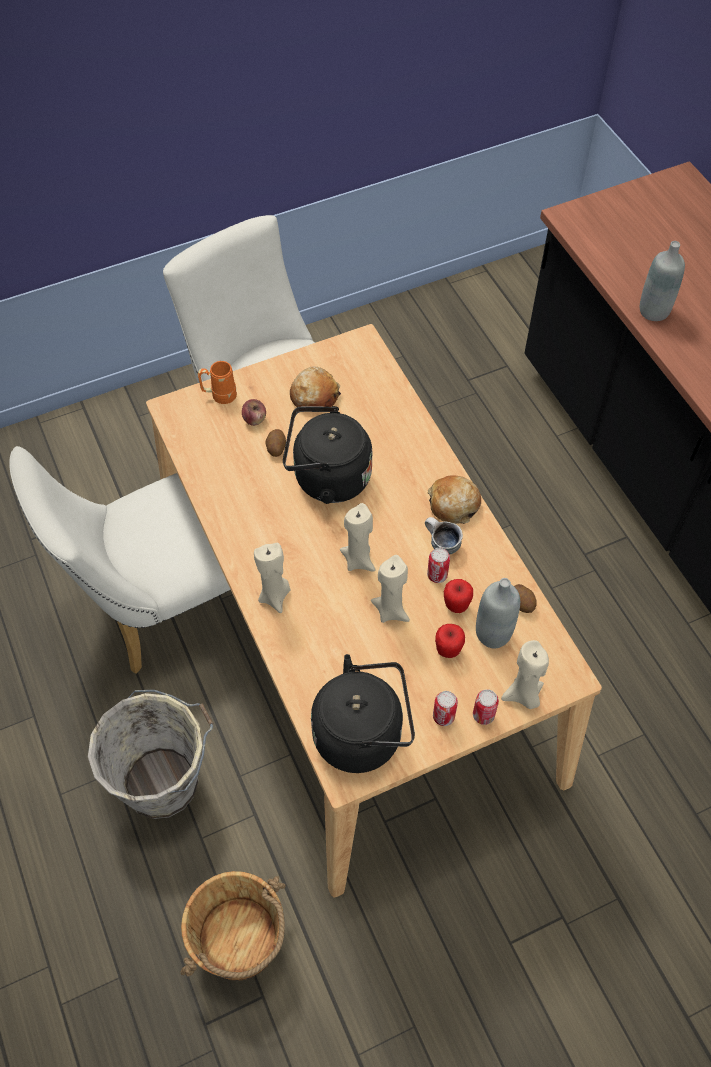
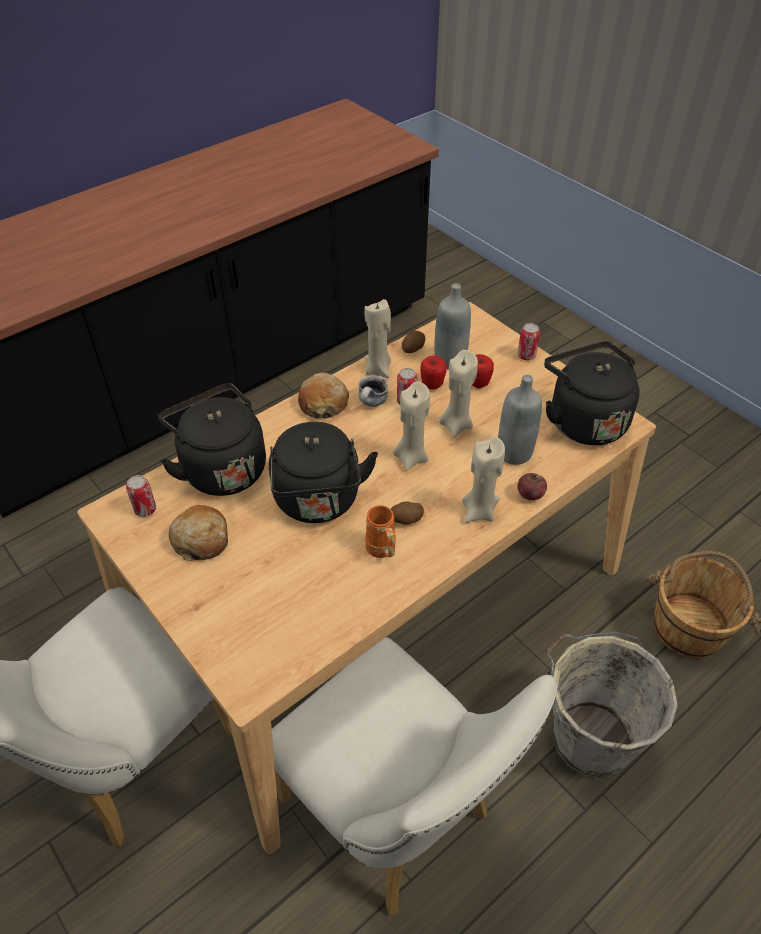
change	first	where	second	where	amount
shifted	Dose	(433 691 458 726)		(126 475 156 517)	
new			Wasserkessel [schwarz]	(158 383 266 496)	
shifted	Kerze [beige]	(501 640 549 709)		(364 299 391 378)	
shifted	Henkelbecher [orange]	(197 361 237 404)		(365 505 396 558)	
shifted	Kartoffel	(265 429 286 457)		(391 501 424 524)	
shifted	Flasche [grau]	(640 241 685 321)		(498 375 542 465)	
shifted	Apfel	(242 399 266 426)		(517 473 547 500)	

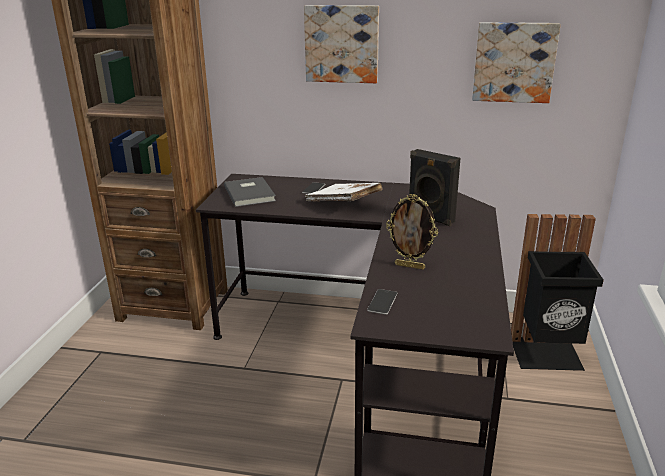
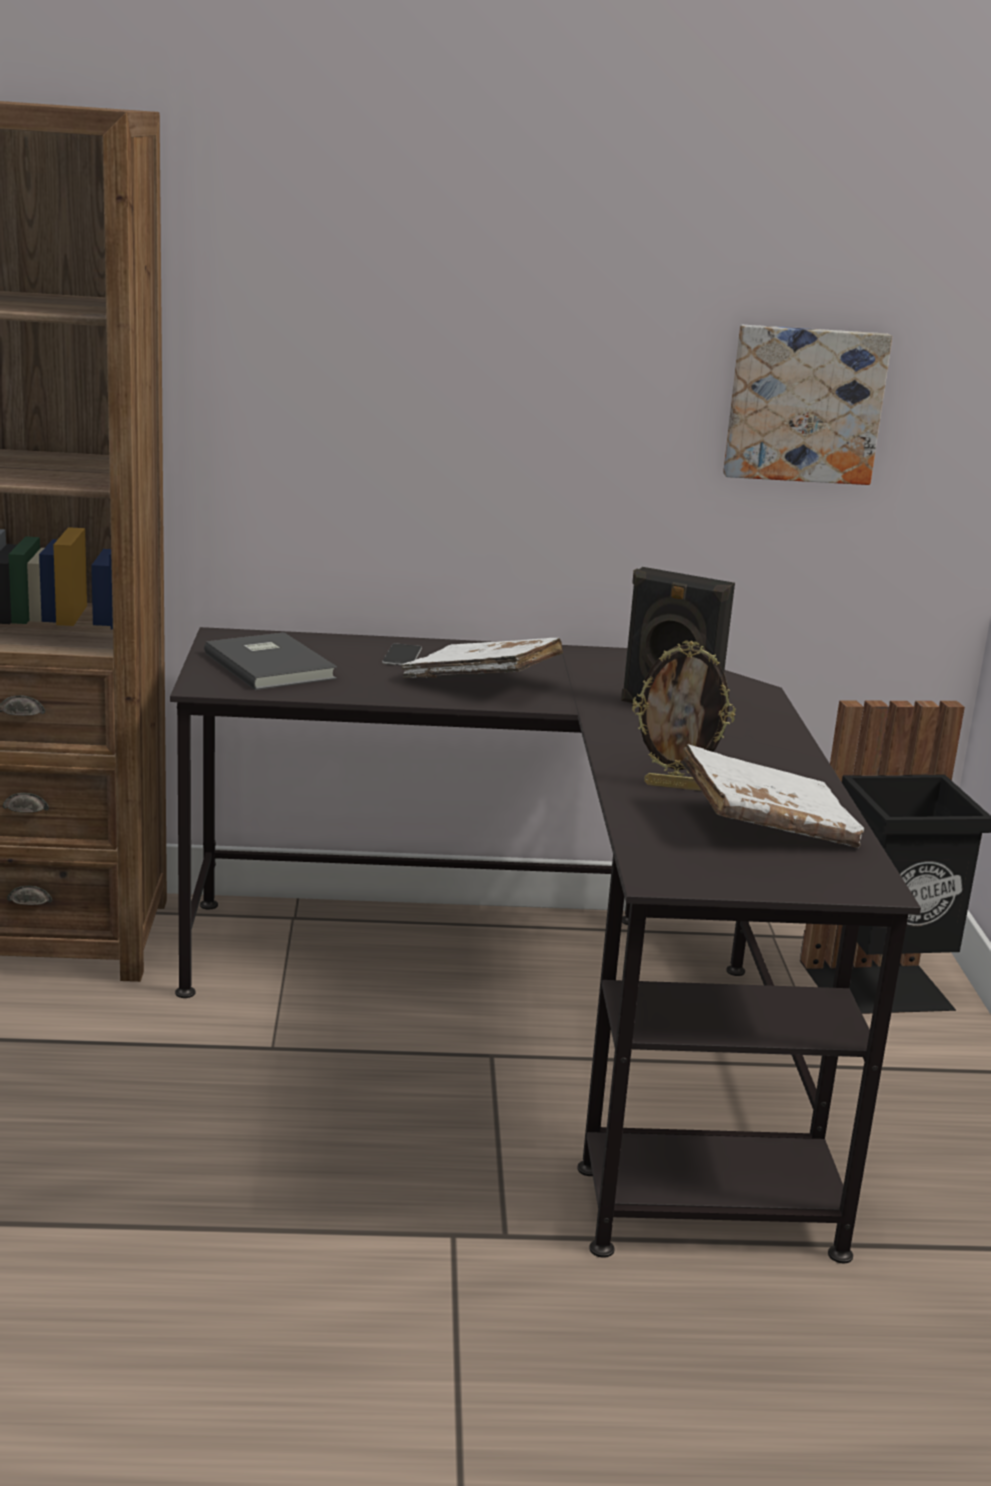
change	first	where	second	where	amount
new			Buch [weiß]	(681 744 864 848)	
gone	Bild	(304 5 379 83)			
gone	Handy	(367 289 397 315)			

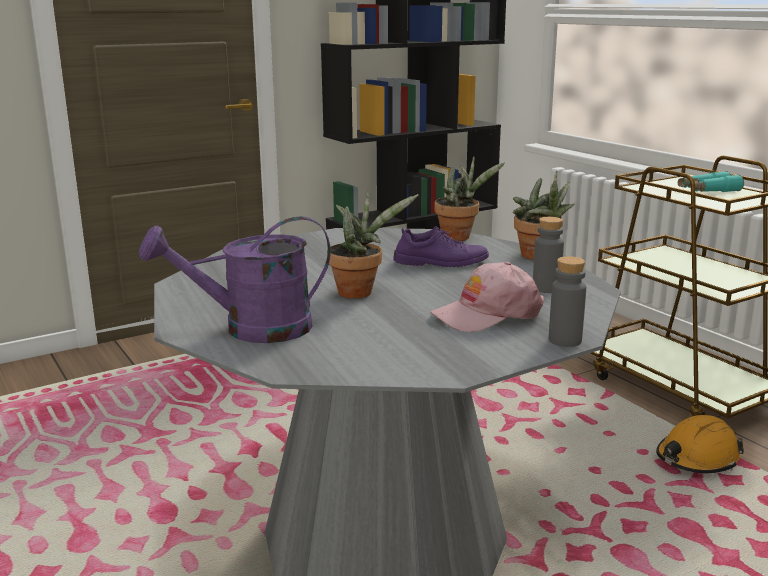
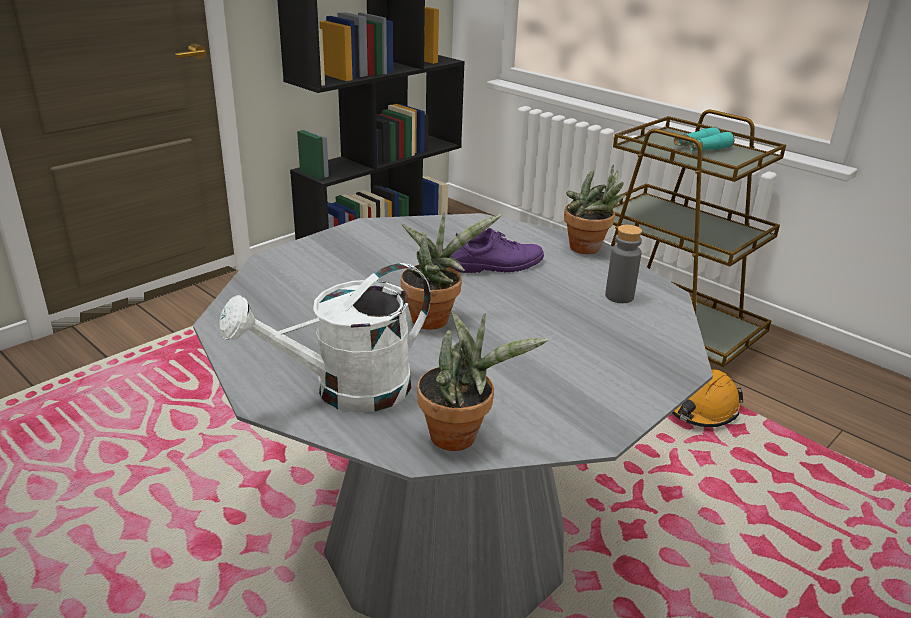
change	first	where	second	where	amount
repainted	Gießkanne [lila]	(139 216 331 343)	Gießkanne [weiß]	(219 263 431 413)	
shifted	Topfpflanze	(435 156 505 241)		(417 312 548 451)	
gone	Kappe [rosa]	(430 262 544 332)			
gone	Flasche [grau]	(549 256 586 347)			

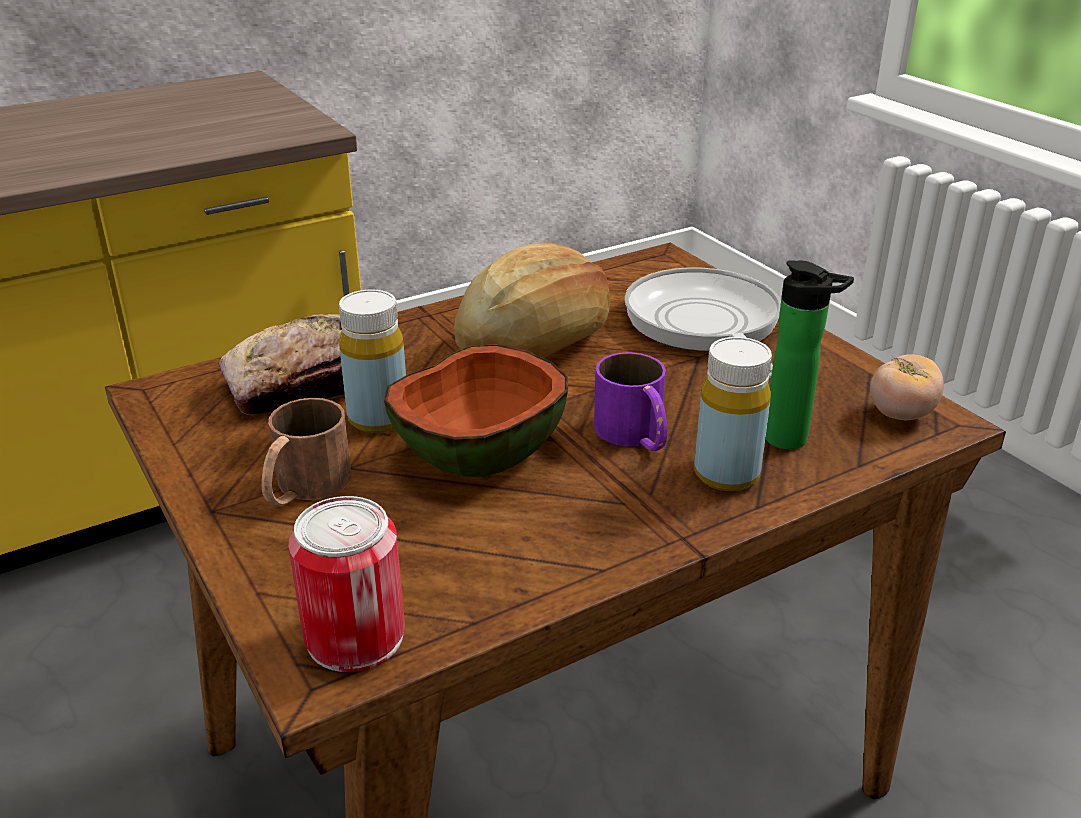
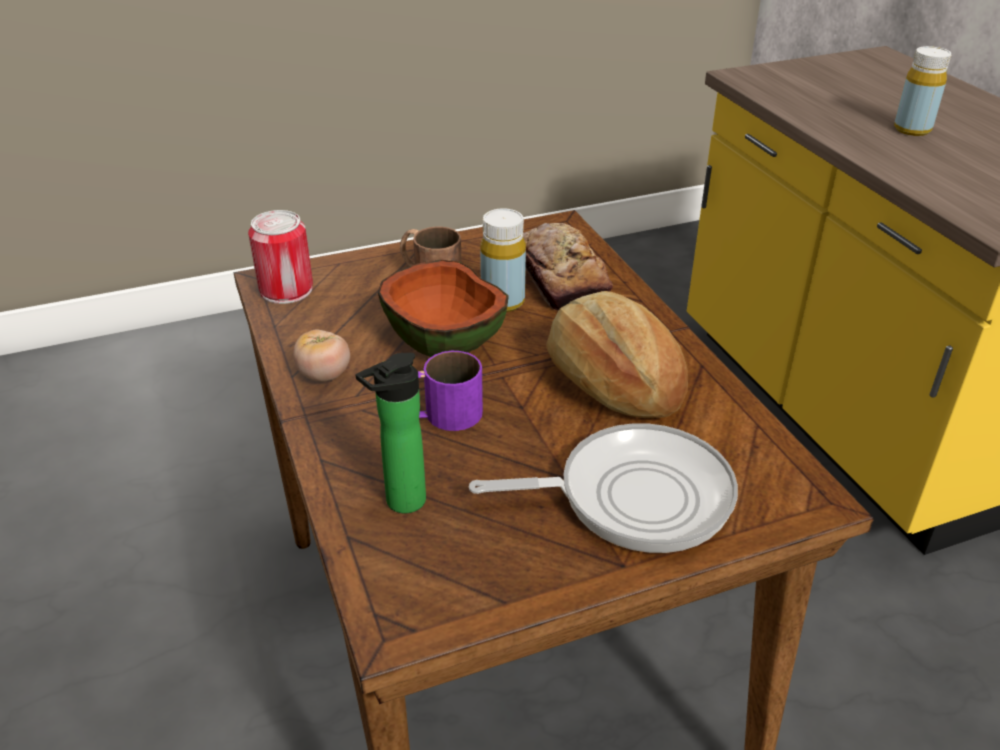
change	first	where	second	where	amount
shifted	Tomate	(870 354 944 420)		(293 329 350 381)	
shifted	Flasche [gelb]	(694 337 772 491)		(894 46 951 136)	

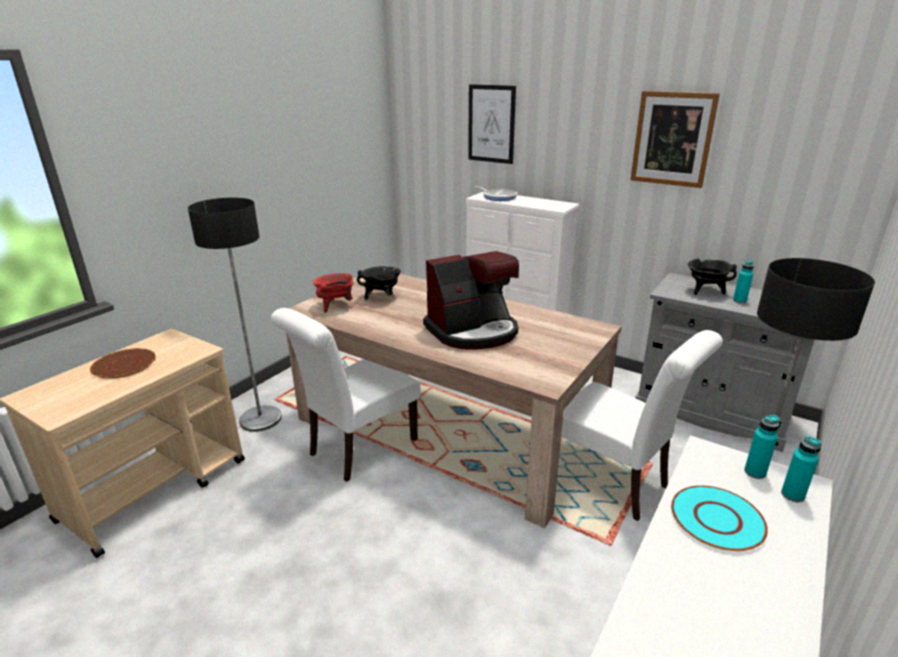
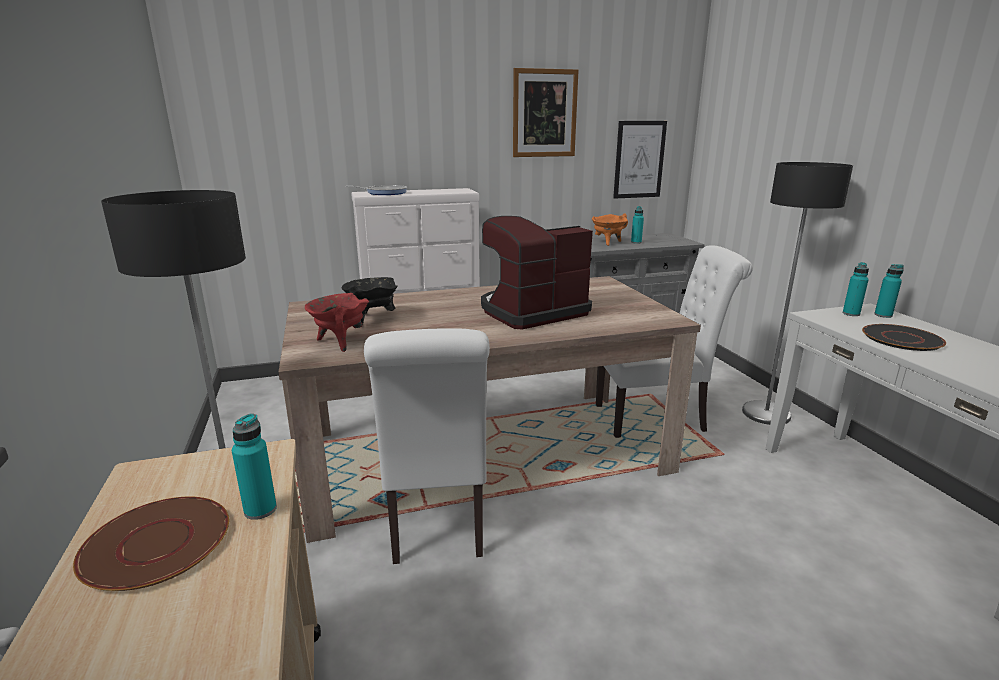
change	first	where	second	where	amount
new			Flasche [türkis]	(232 413 277 520)	
rotated	Kaffeemaschine	(423 251 519 350)		(481 216 593 330)	135 degrees counterclockwise
repainted	Kochtopf [schwarz]	(688 258 737 295)	Kochtopf [orange]	(592 213 628 246)	
shifted	Bild	(468 84 516 164)		(613 121 667 199)	
repainted	Teller [türkis]	(671 485 768 551)	Teller [schwarz]	(862 324 946 351)	

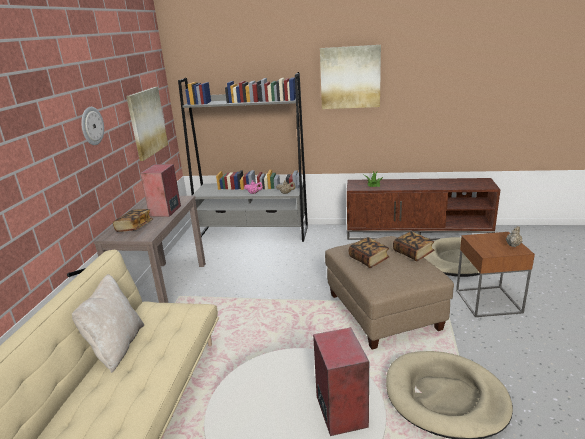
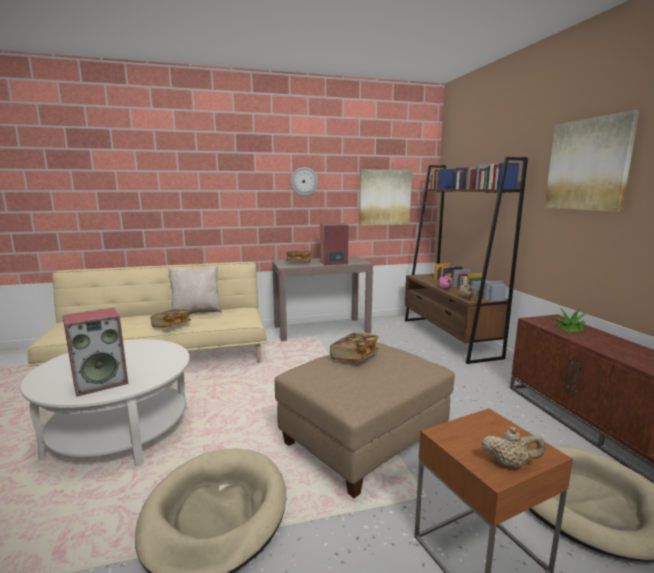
change	first	where	second	where	amount
shifted	Buch	(393 231 434 261)		(150 309 191 328)	
repainted	Bücherregal [grau]	(178 72 308 242)	Bücherregal [braun]	(405 157 528 364)	

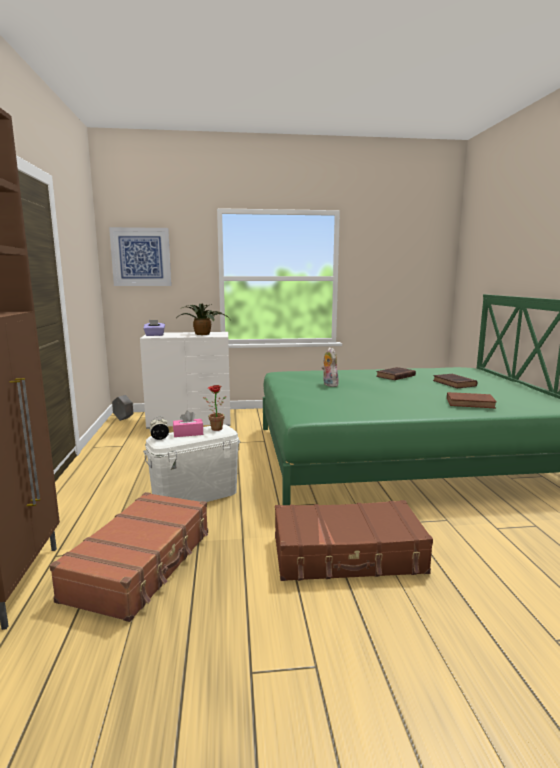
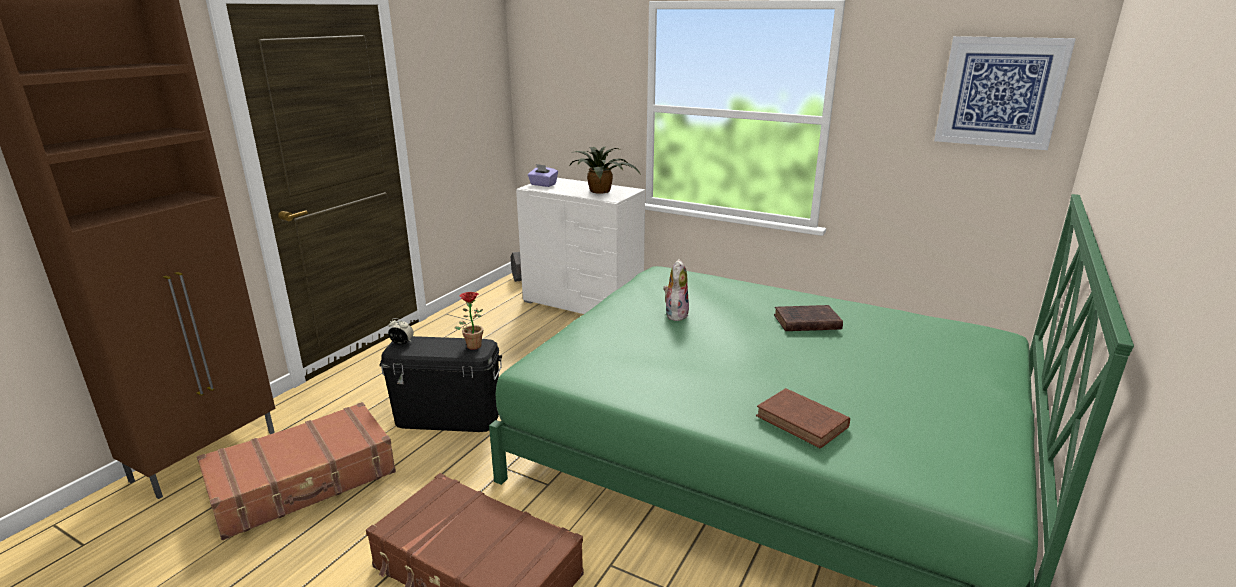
change	first	where	second	where	amount
repainted	Aufbewahrungsbox [weiß]	(143 424 240 502)	Aufbewahrungsbox [schwarz]	(379 336 502 432)	
shifted	Bild	(109 227 171 286)		(934 36 1076 150)	
gone	Taschentuchbox [rosa]	(173 410 203 437)			
gone	Buch [braun]	(433 374 477 388)			

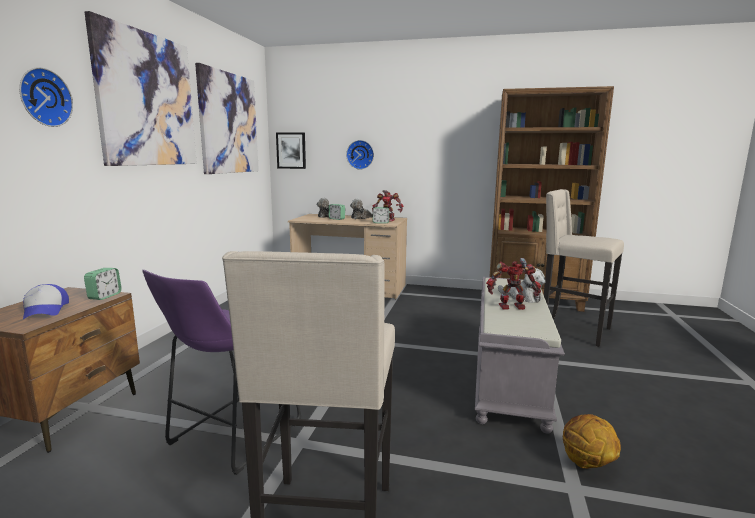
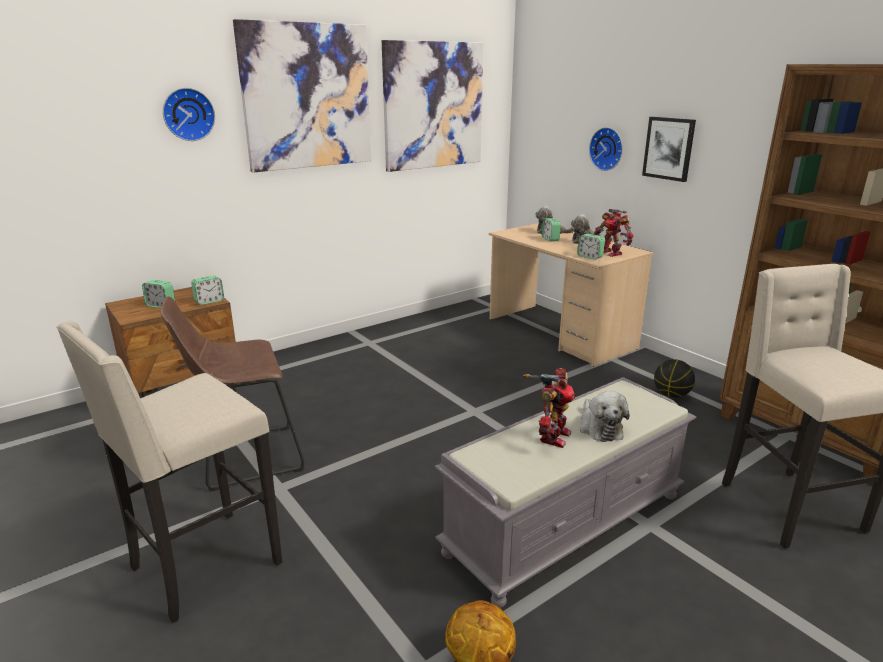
change	first	where	second	where	amount
swapped	Kappe	(23 284 69 319)	Wecker	(142 280 175 308)	
repainted	Hocker [lila]	(142 270 301 475)	Hocker [braun]	(160 296 304 492)	
rotated	Spielzeugroboter	(486 258 541 310)		(523 368 575 448)	75 degrees clockwise
shifted	Bild	(276 132 306 169)		(642 117 696 182)	
new			Basketball	(654 359 695 398)	

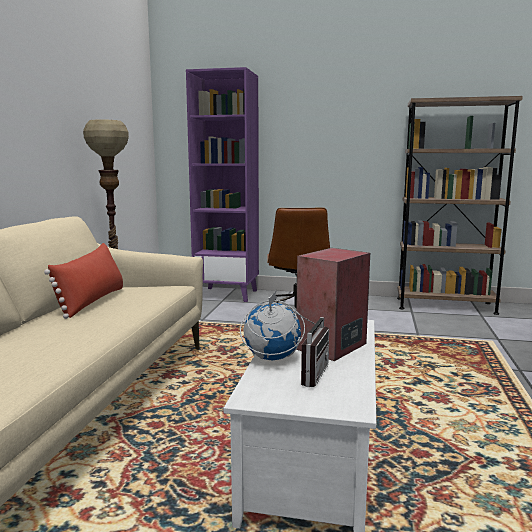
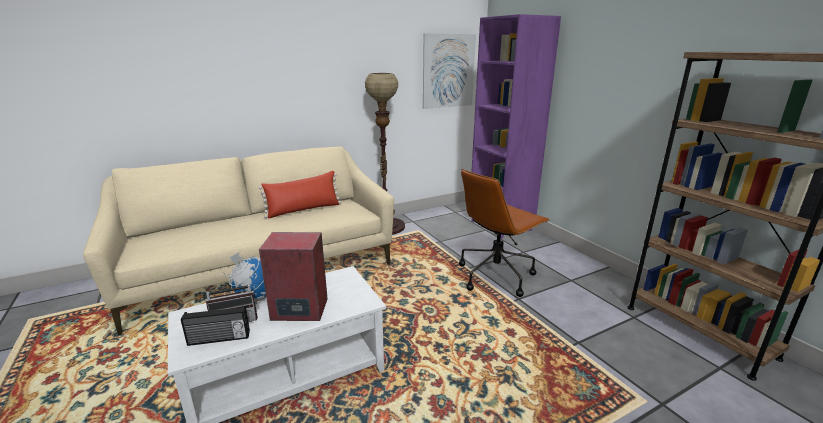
change	first	where	second	where	amount
new			Radio	(181 306 250 346)	
new			Bild	(423 33 476 109)	

